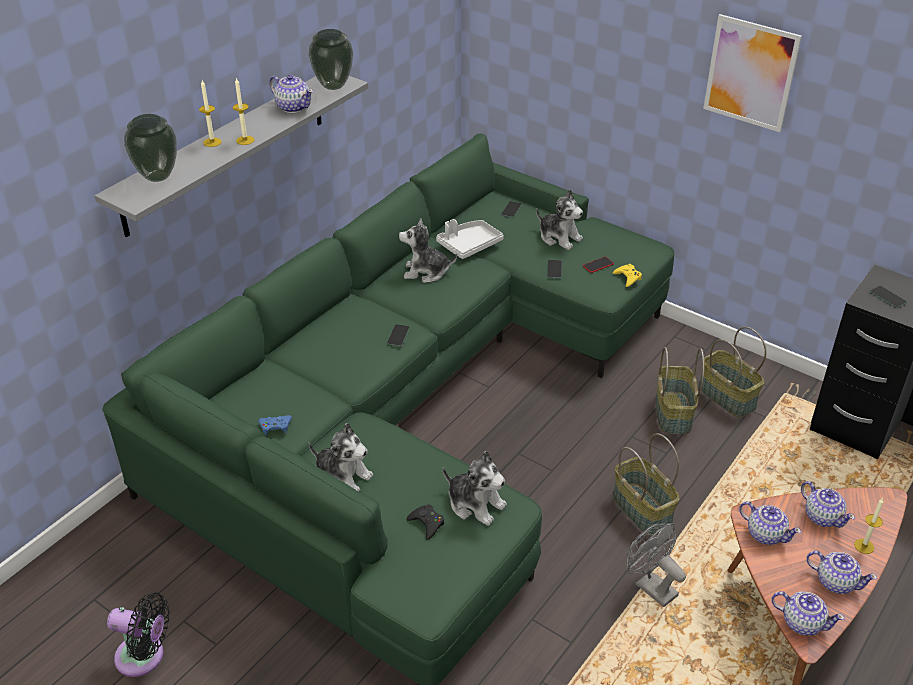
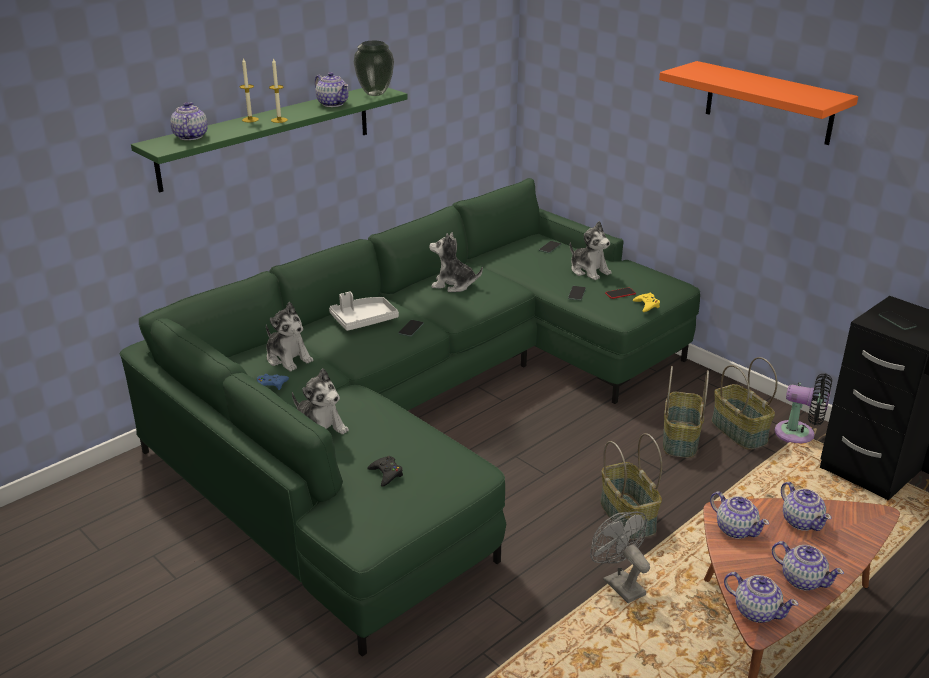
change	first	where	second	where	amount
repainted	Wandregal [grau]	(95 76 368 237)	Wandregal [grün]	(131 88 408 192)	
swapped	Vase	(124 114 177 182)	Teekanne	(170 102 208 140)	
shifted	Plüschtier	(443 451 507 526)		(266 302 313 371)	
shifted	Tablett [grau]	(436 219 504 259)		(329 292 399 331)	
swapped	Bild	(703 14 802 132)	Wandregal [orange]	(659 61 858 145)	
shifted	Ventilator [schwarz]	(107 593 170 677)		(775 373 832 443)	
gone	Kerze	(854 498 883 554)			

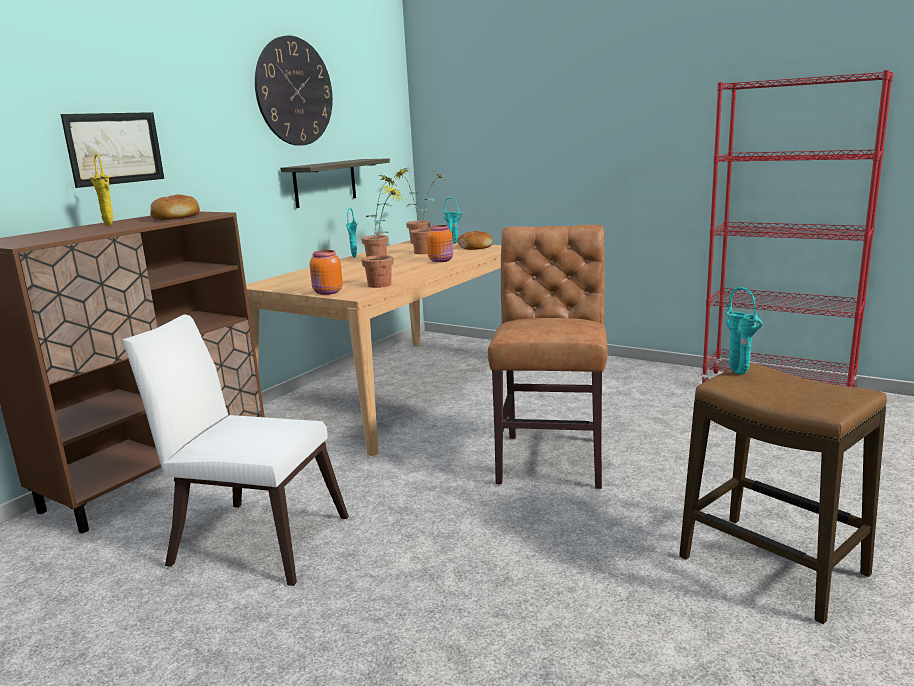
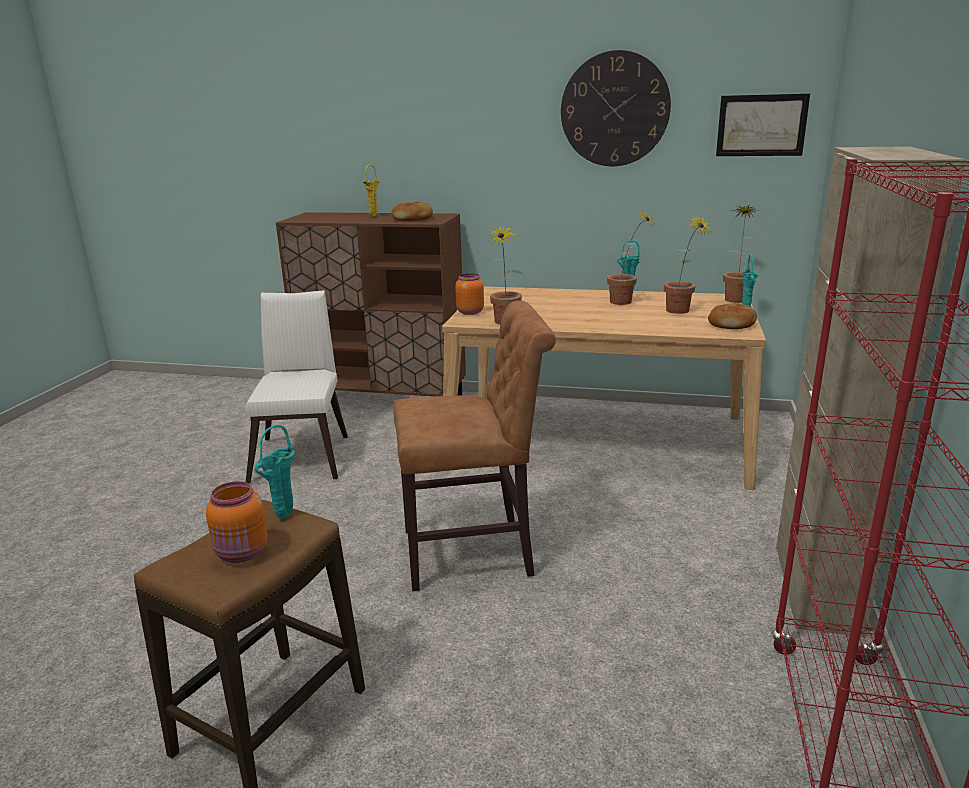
change	first	where	second	where	amount
shifted	Vorratsglas [orange]	(426 225 453 262)		(206 481 268 563)	
shifted	Bild	(61 112 164 188)		(716 94 810 156)	
new			Schrank [beige]	(776 146 966 637)	
gone	Wandregal	(280 158 390 208)			

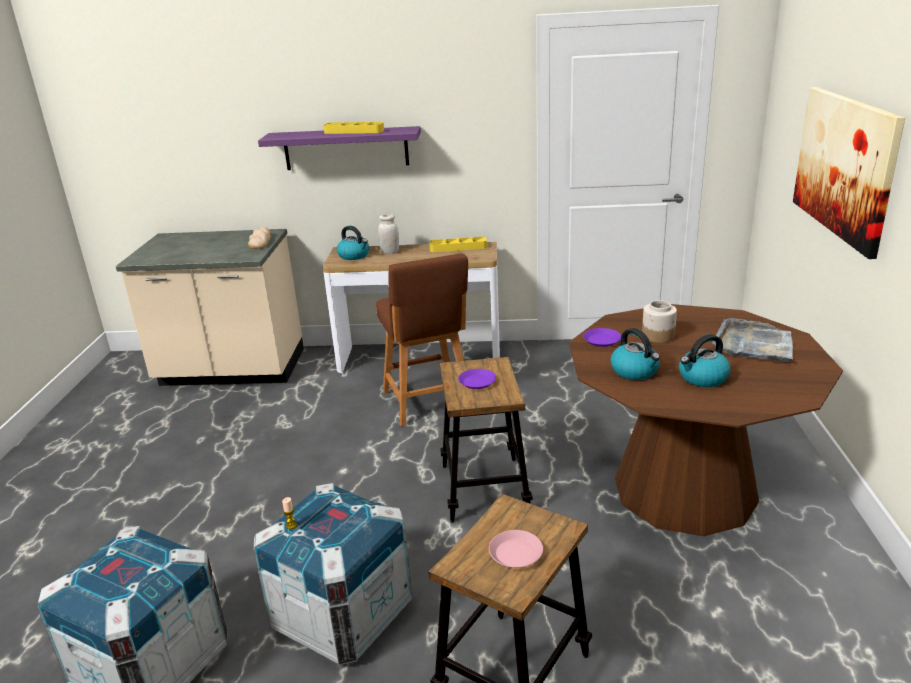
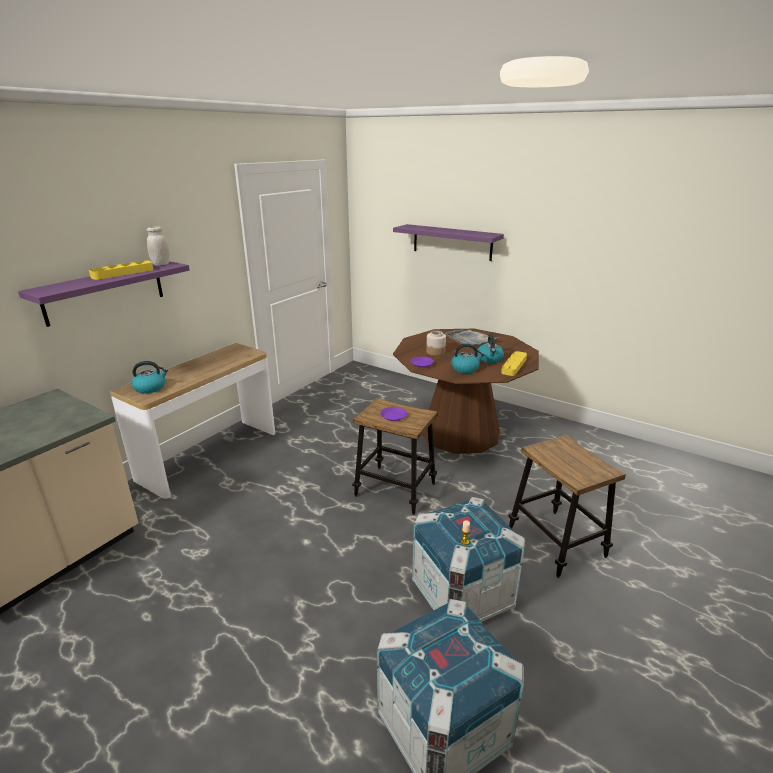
change	first	where	second	where	amount
shifted	Vorratsglas [weiß]	(378 214 399 254)		(146 226 170 266)	
swapped	Bild	(793 87 905 259)	Wandregal [lila]	(393 224 504 261)	
shifted	Tablett [gelb]	(429 237 487 252)		(501 351 527 376)	
gone	Brot	(248 227 272 249)			
gone	Hocker [braun]	(376 253 468 427)			
gone	Teller [rosa]	(489 530 543 568)			

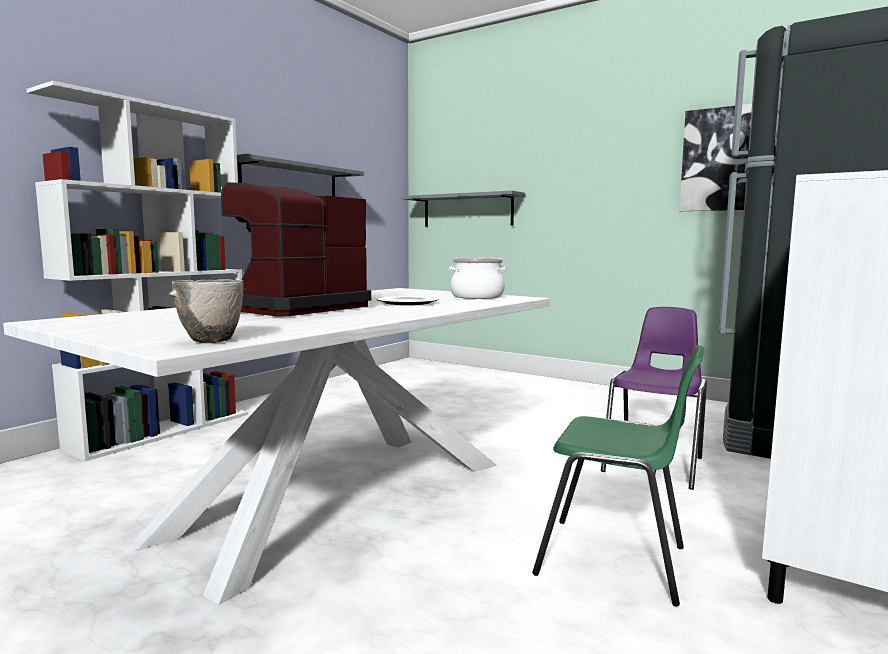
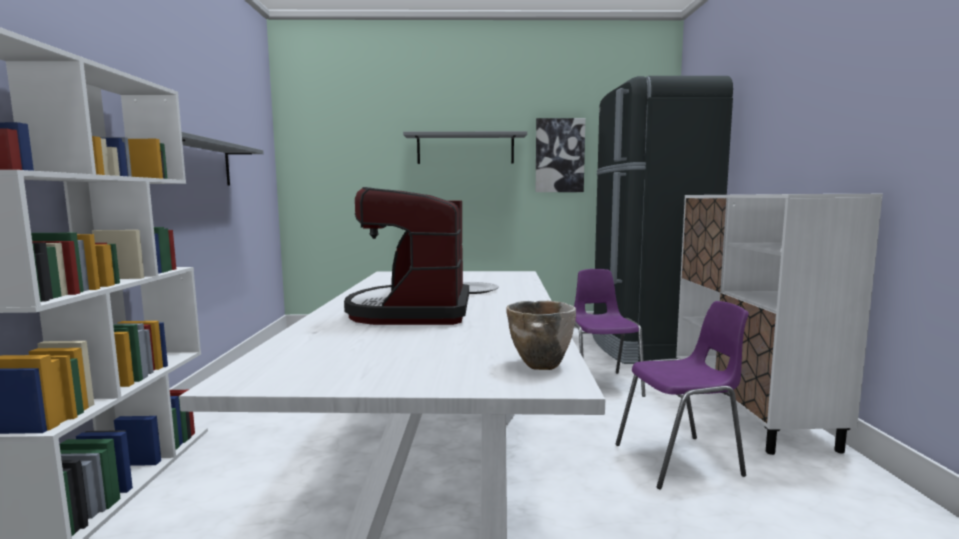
change	first	where	second	where	amount
shifted	Wandregal [grau]	(402 190 525 227)		(403 131 527 164)	
repainted	Stuhl [grün]	(532 345 704 607)	Stuhl [lila]	(616 301 749 489)	
gone	Kochtopf	(449 258 507 299)			

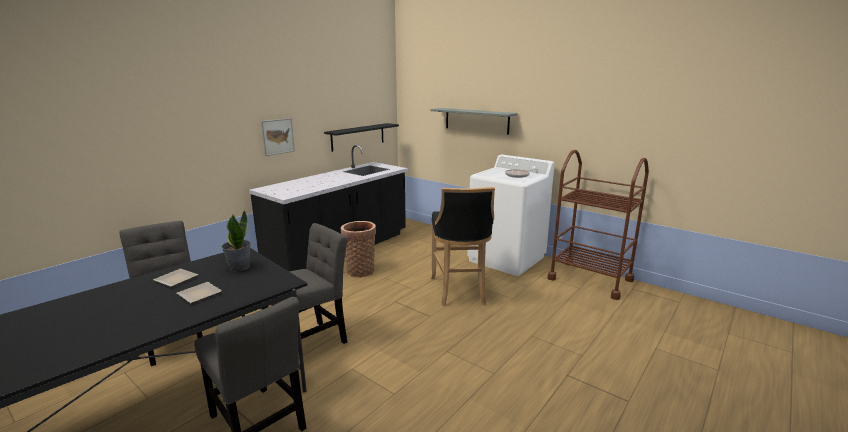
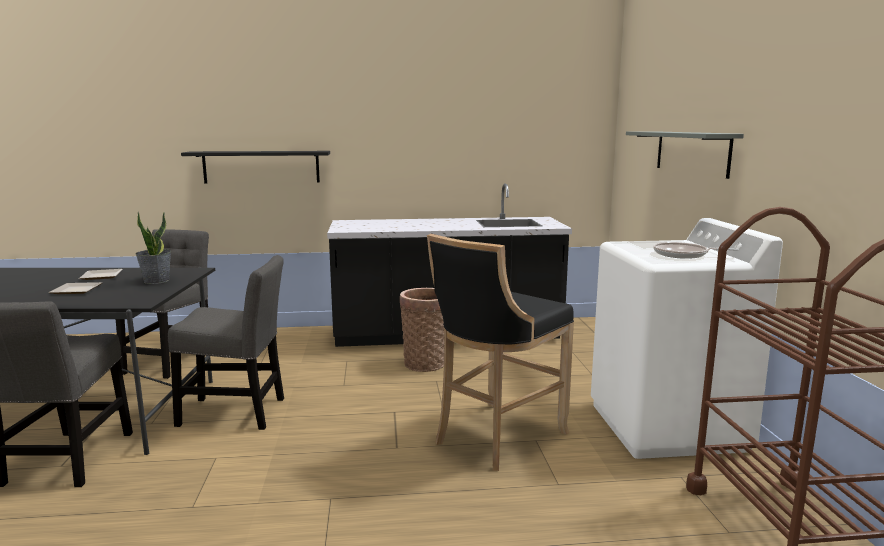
change	first	where	second	where	amount
shifted	Wandregal [schwarz]	(324 123 399 152)		(181 151 330 184)	
gone	Bild	(261 118 295 156)			

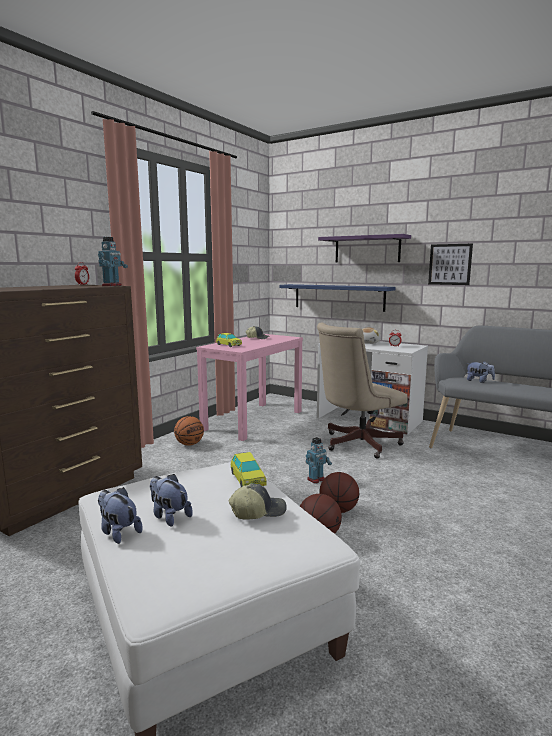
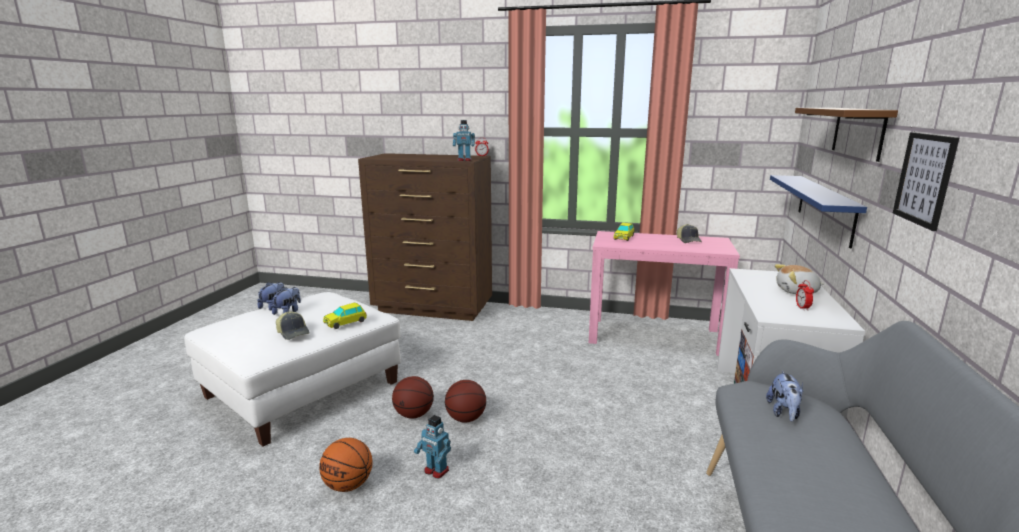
change	first	where	second	where	amount
shifted	Basketball	(174 416 204 446)		(319 438 373 492)	
shifted	Spielzeugroboter	(306 437 332 484)		(414 415 451 479)	
repainted	Wandregal [lila]	(318 234 411 263)	Wandregal [braun]	(795 108 898 162)	
gone	Bürostuhl [beige]	(317 323 407 459)			

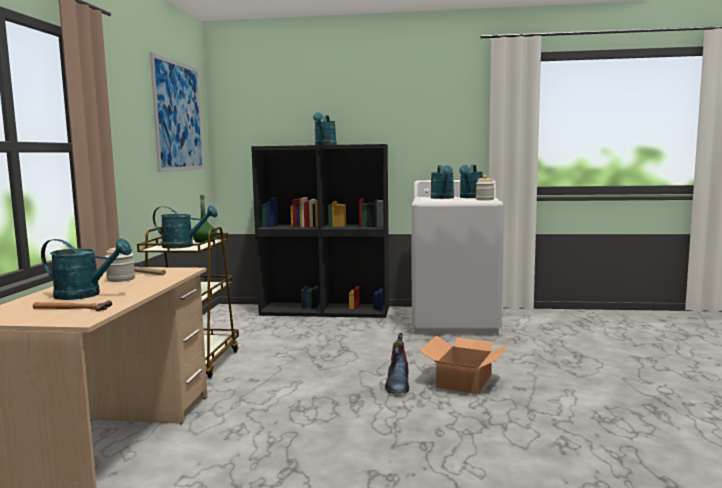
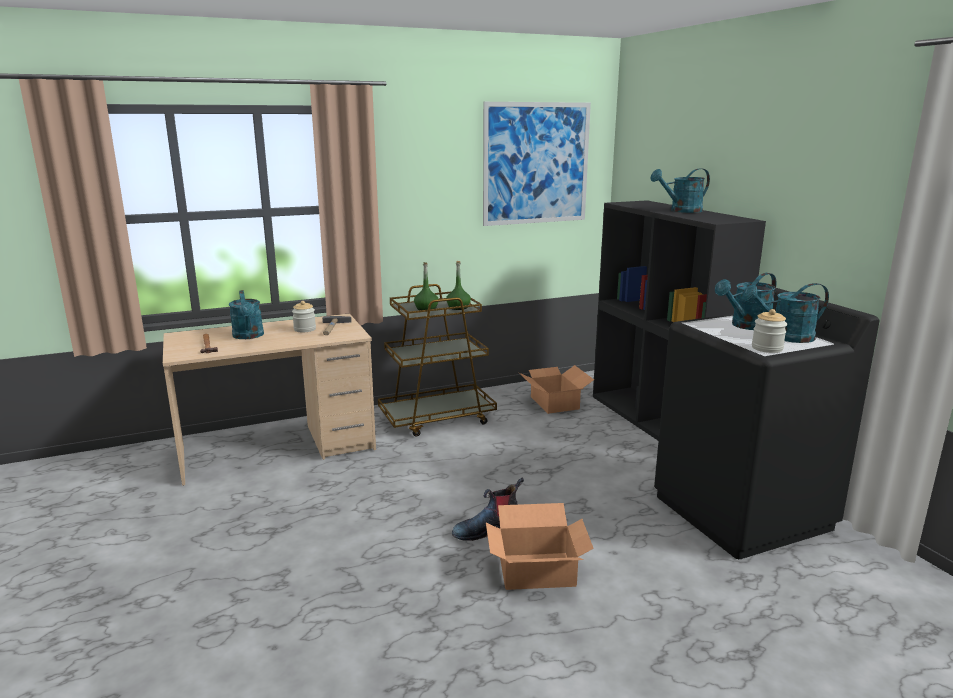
change	first	where	second	where	amount
swapped	Gießkanne [türkis]	(153 205 218 248)	Flasche [grün]	(414 262 438 310)	
new			Karton	(518 365 594 414)	
repainted	Waschmaschine [weiß]	(411 180 504 336)	Waschmaschine [schwarz]	(654 288 879 559)	

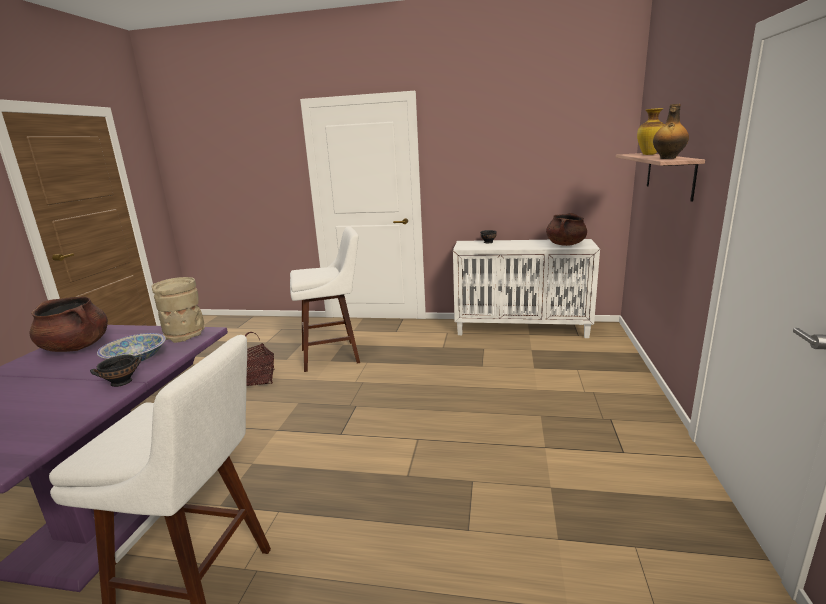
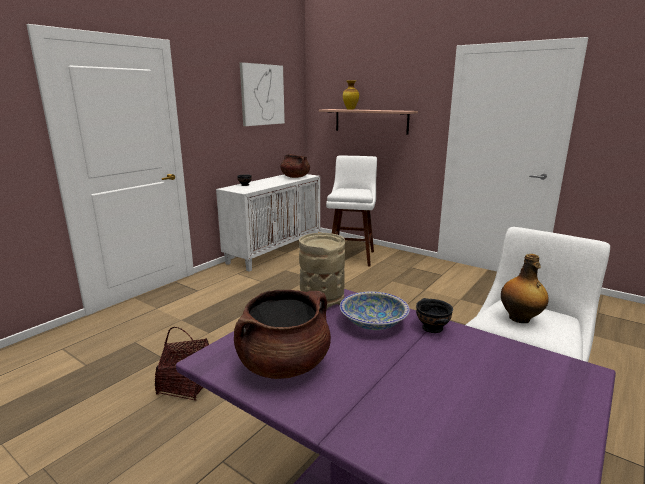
change	first	where	second	where	amount
new			Bild	(240 62 285 126)	
shifted	Hocker [weiß]	(290 226 360 372)		(326 155 377 266)	
shifted	Flasche	(653 104 689 159)		(501 254 549 323)	

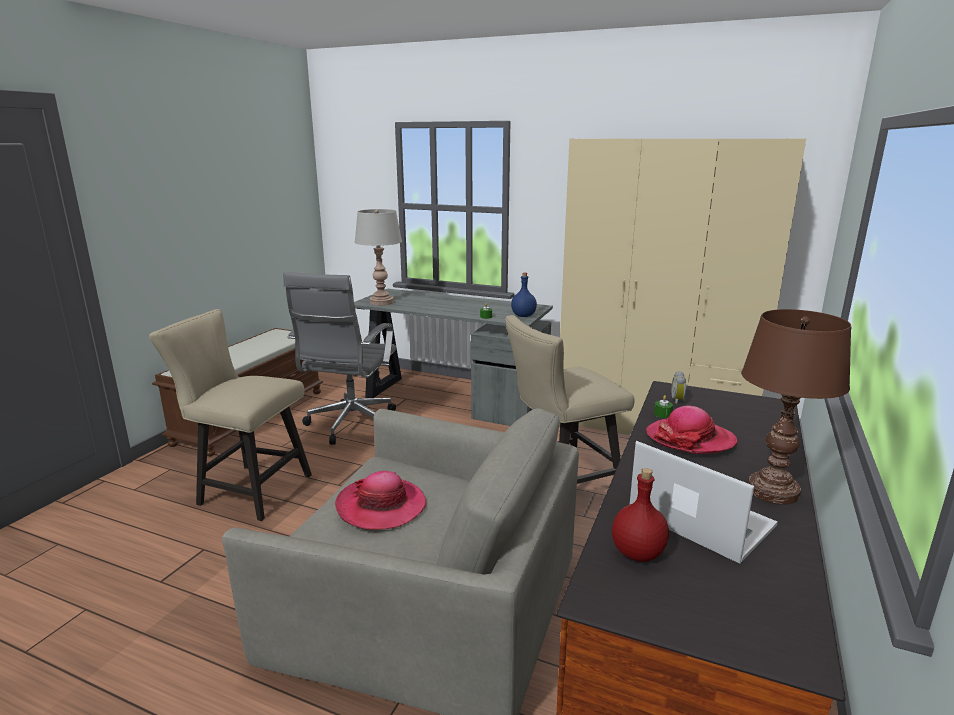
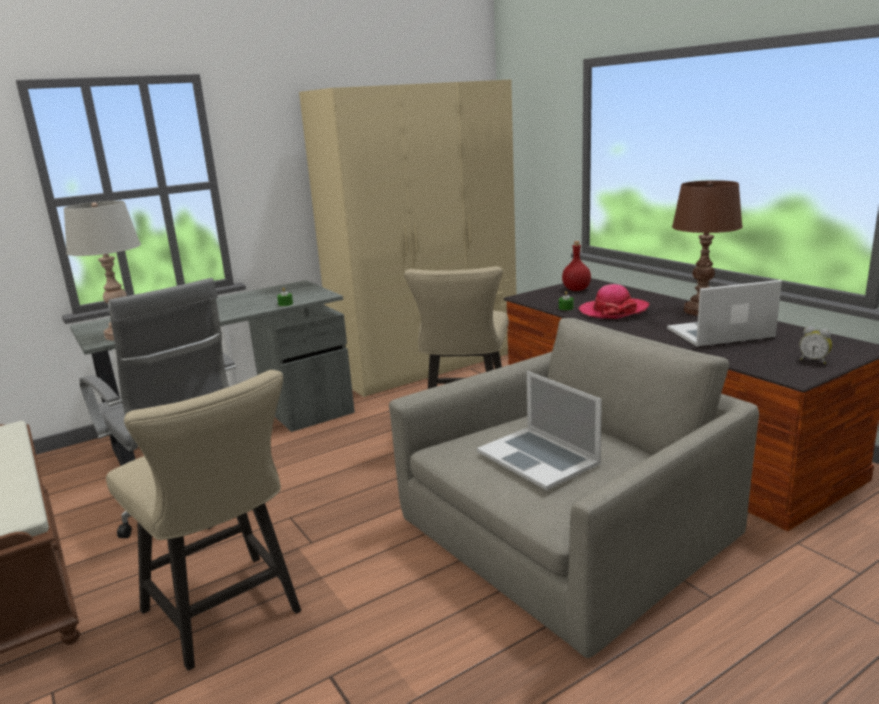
change	first	where	second	where	amount
rotated	Stuhl [beige]	(149 309 312 521)		(106 370 301 671)	90 degrees counterclockwise
swapped	Hut	(335 471 427 530)	Laptop	(477 371 602 490)	
shifted	Flasche [rot]	(612 468 669 562)		(562 241 591 291)	
shifted	Wecker	(672 371 686 405)		(799 326 832 364)	
gone	Flasche [blau]	(511 273 537 317)			

